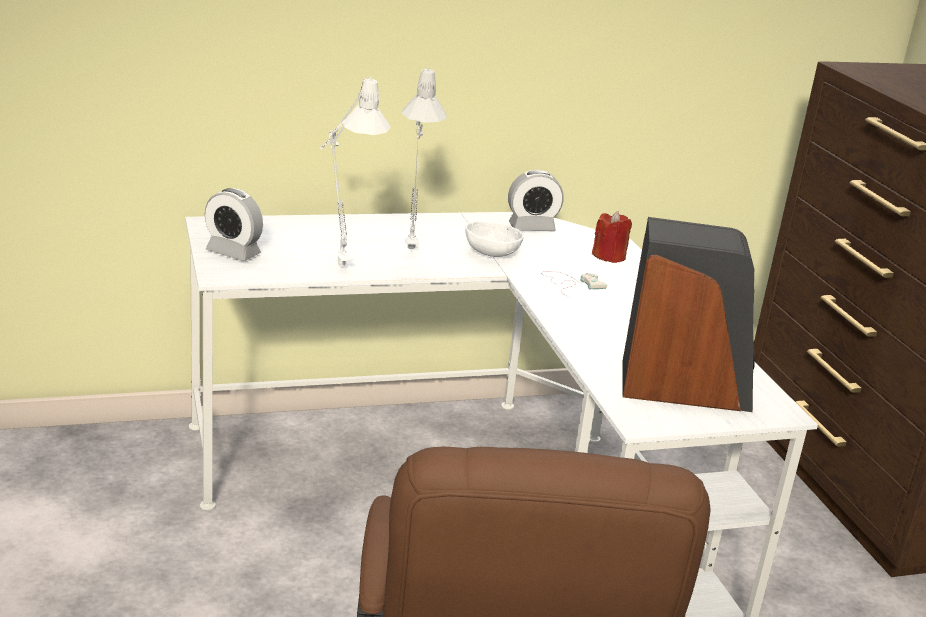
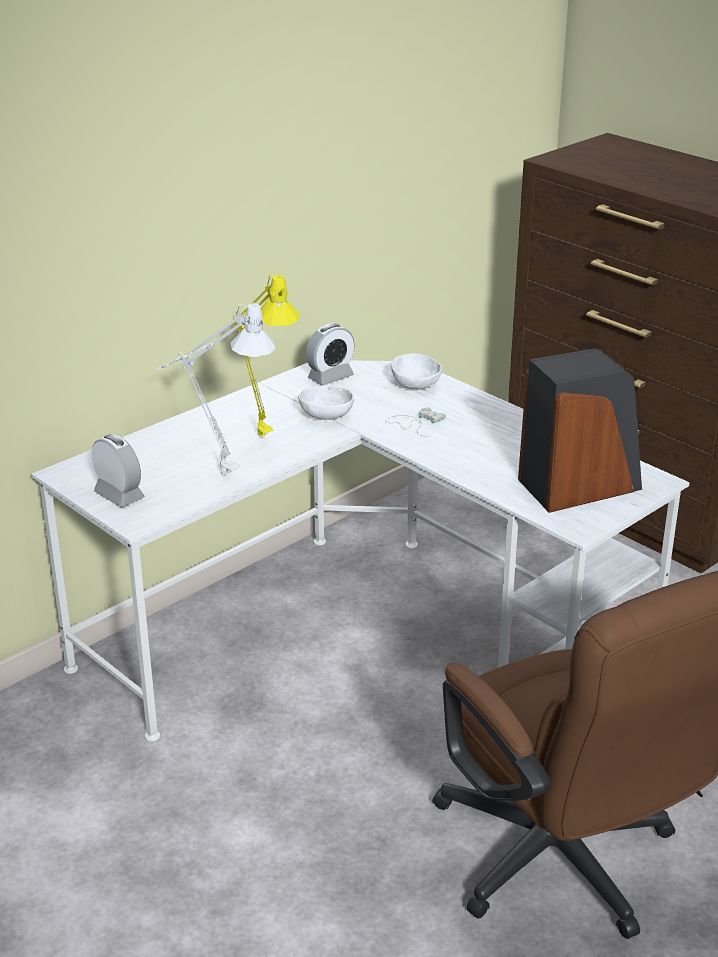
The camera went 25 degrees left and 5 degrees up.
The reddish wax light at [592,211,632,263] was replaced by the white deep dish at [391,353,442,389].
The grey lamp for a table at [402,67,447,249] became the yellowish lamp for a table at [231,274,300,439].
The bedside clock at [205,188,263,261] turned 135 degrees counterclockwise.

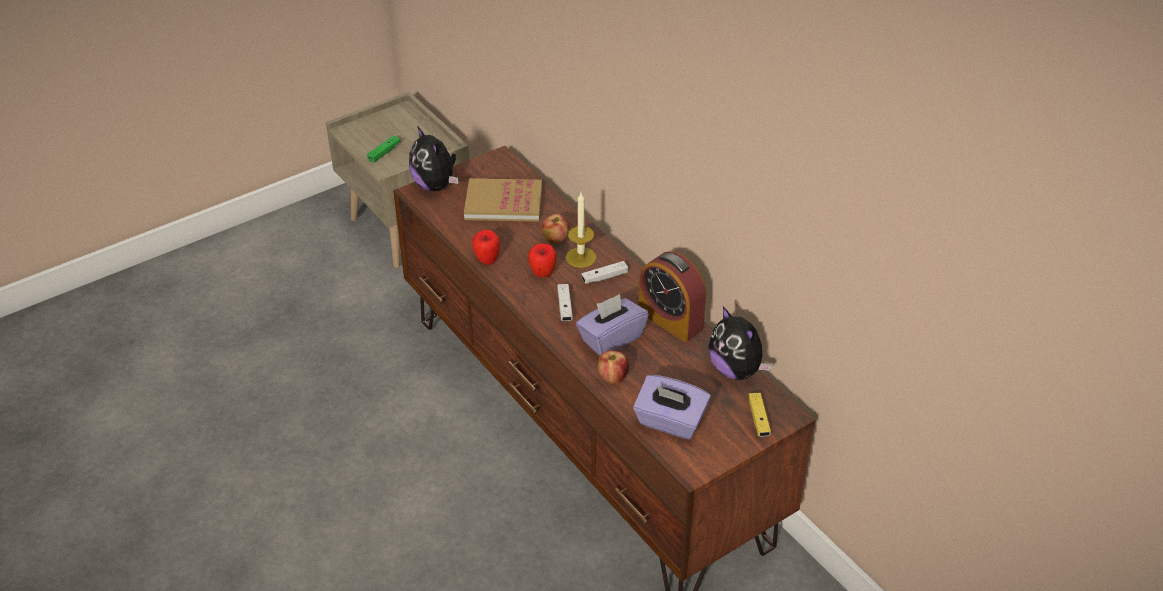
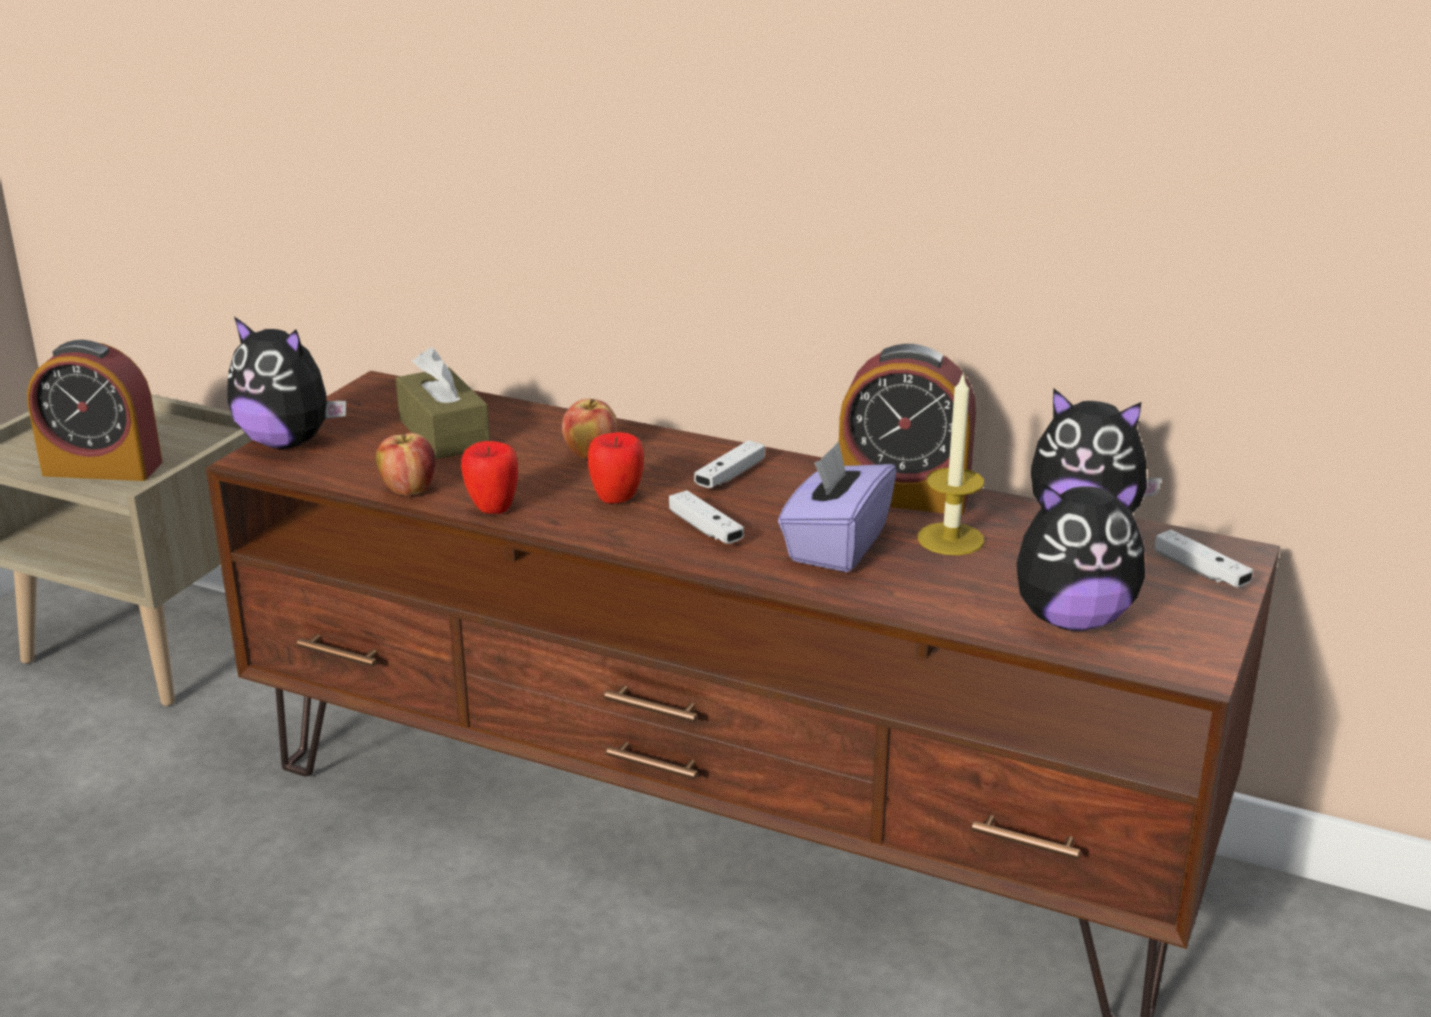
The camera went 30 degrees left and 15 degrees down.
The wax light moved from [566,193,596,268] to [918,372,984,555].
The apple moved from [597,350,629,384] to [376,433,435,496].
The greenish gamepad at [367,136,400,163] was replaced by the bedside clock at [27,340,163,481].
The bound book at [464,178,542,222] was replaced by the brown-coloured box of tissues at [396,347,490,459].
The purple box of tissues at [633,375,711,439] was replaced by the plush toy at [1016,479,1145,631].
The yellowish gamepad at [748,393,771,437] became the white gamepad at [1155,529,1253,588].

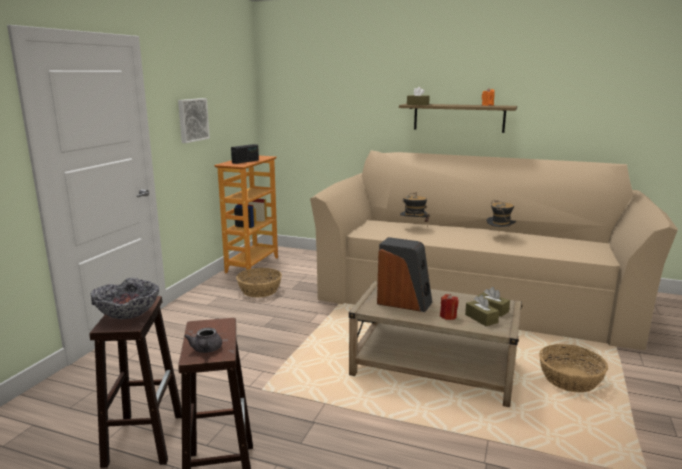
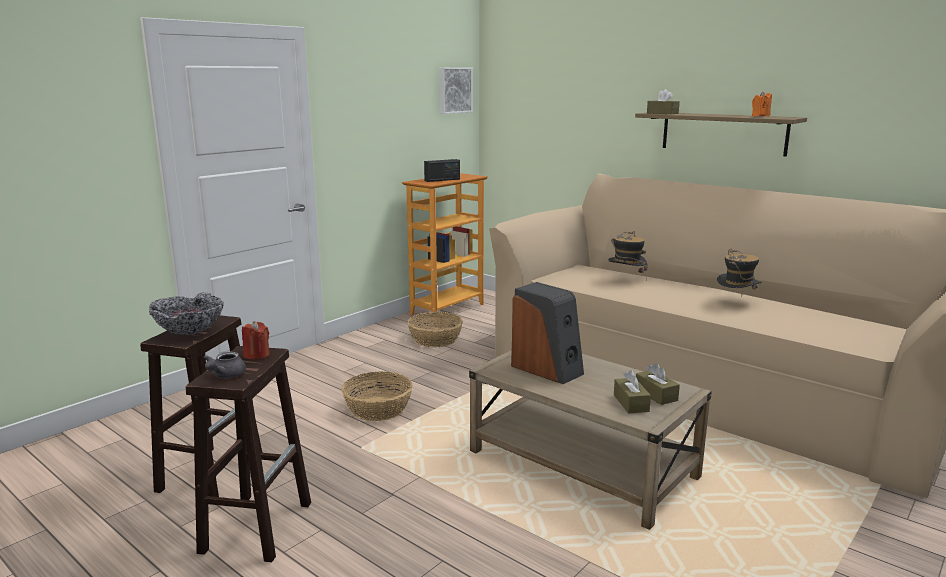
The camera went 20 degrees right and 0 degrees up.
The wall picture moved from [178,98,210,143] to [439,67,473,114].
The reddish wax light moved from [440,294,459,320] to [242,321,270,359].
The basket moved from [539,344,608,393] to [341,372,413,421].

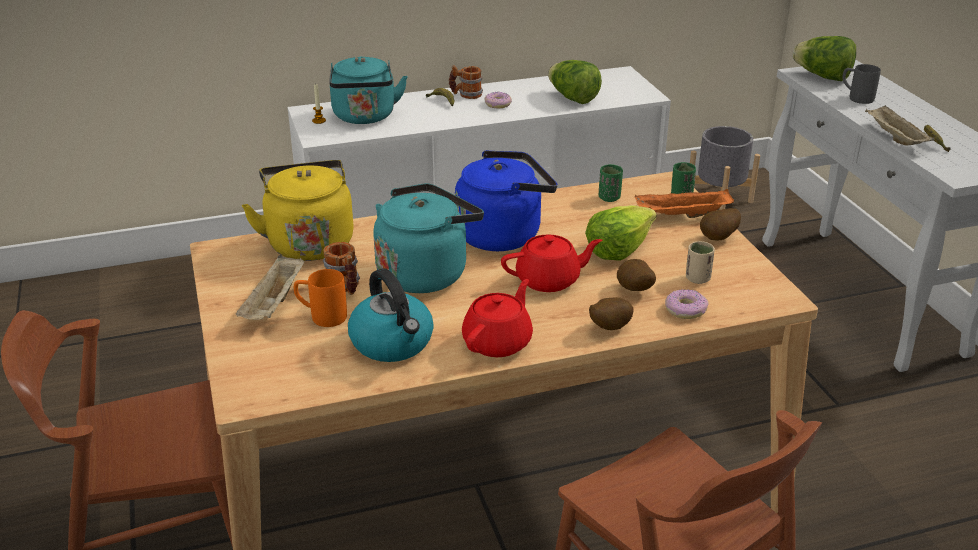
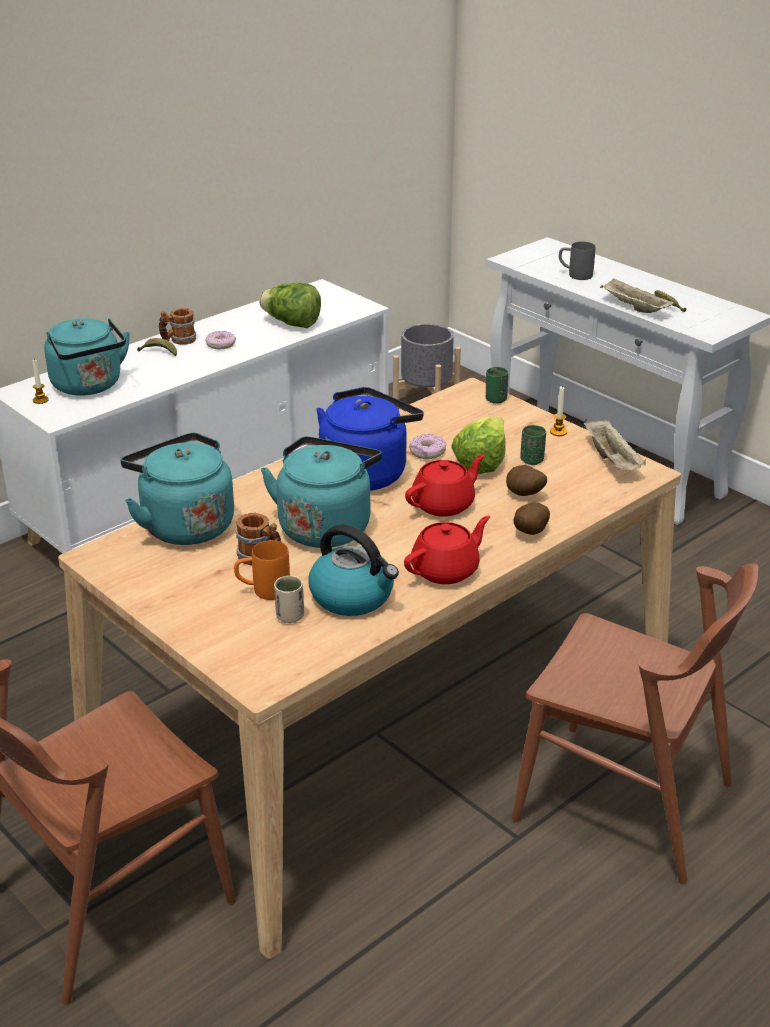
The camera went 25 degrees left and 0 degrees up.
The orange-coloured tray at [635,189,734,218] disappeared.
The lettuce at [792,36,856,81] disappeared.
The beige-coloured tray moved from [236,255,304,320] to [584,419,646,471].
The greenish small cup moved from [598,164,623,202] to [520,425,546,465].
The doughnut moved from [665,289,709,319] to [409,434,446,459].
The beige-coloured small cup moved from [686,241,715,284] to [274,576,304,623].
The spud at [700,208,741,241] was replaced by the wax light at [550,386,567,436].
The yellowish tea kettle at [242,160,354,261] became the blue-green tea kettle at [120,433,234,545].
The reddish teapot at [462,279,533,357] turned 45 degrees clockwise.

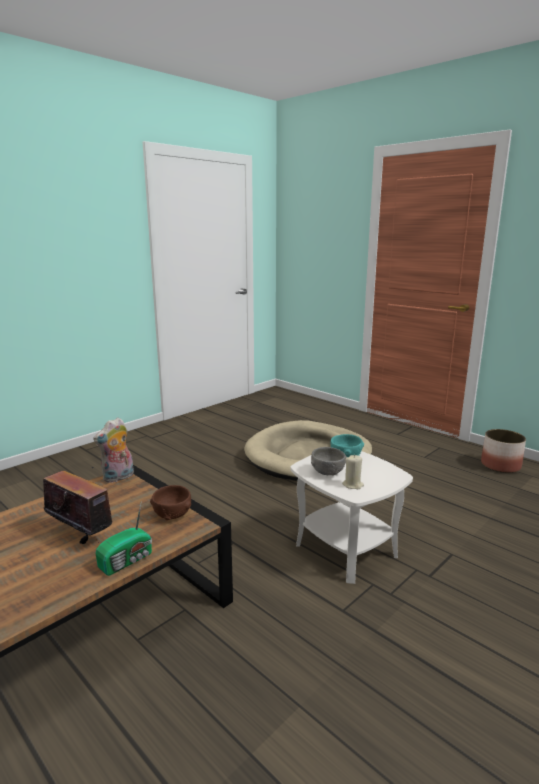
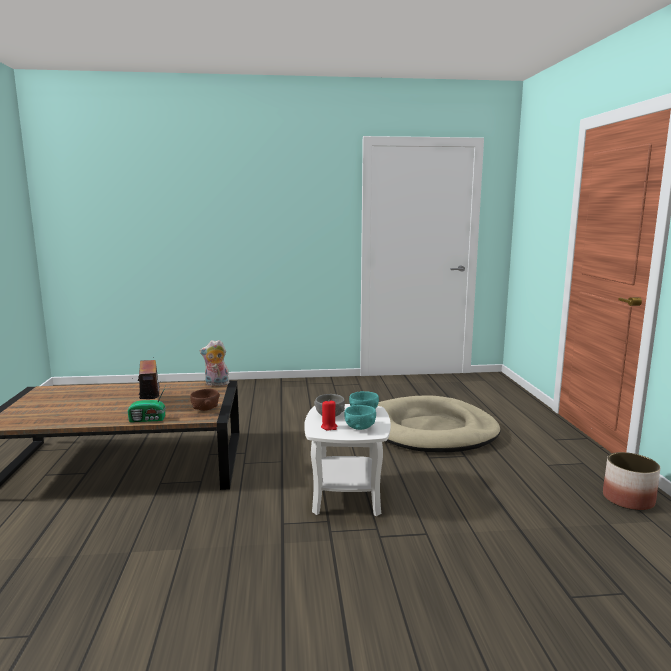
The camera went 40 degrees right and 5 degrees down.
The blue-green deep dish at [344,405,376,430] appeared.
The beige-coloured wax light at [342,455,364,489] became the reddish wax light at [321,401,337,431].

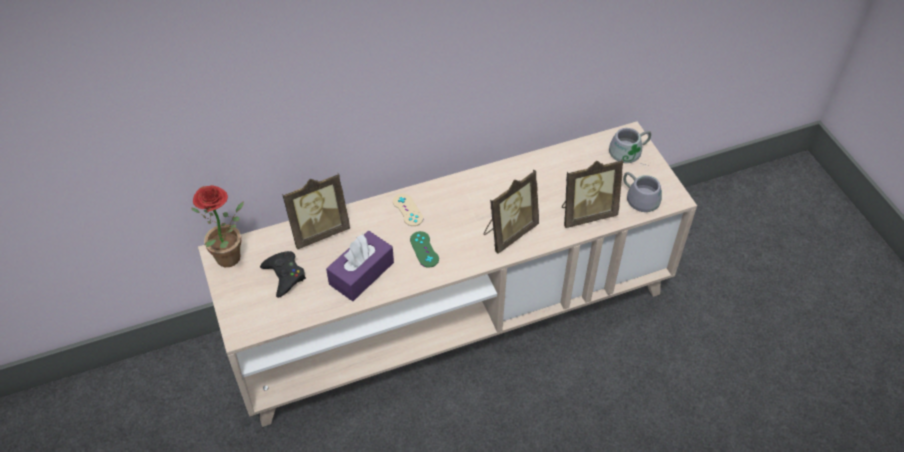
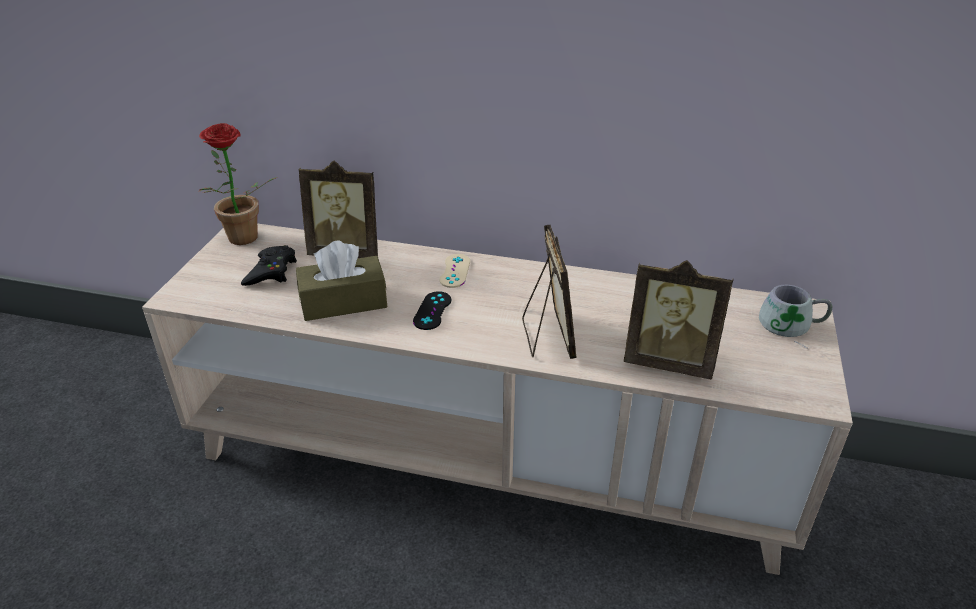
The camera went 35 degrees right and 15 degrees down.
The grey mug at [623,172,662,212] disappeared.
The purple box of tissues at [326,231,394,301] became the brown-coloured box of tissues at [296,240,387,321].
The greenish gamepad at [410,231,439,268] became the black gamepad at [413,291,451,330].
The photo frame at [484,170,539,254] turned 90 degrees counterclockwise.

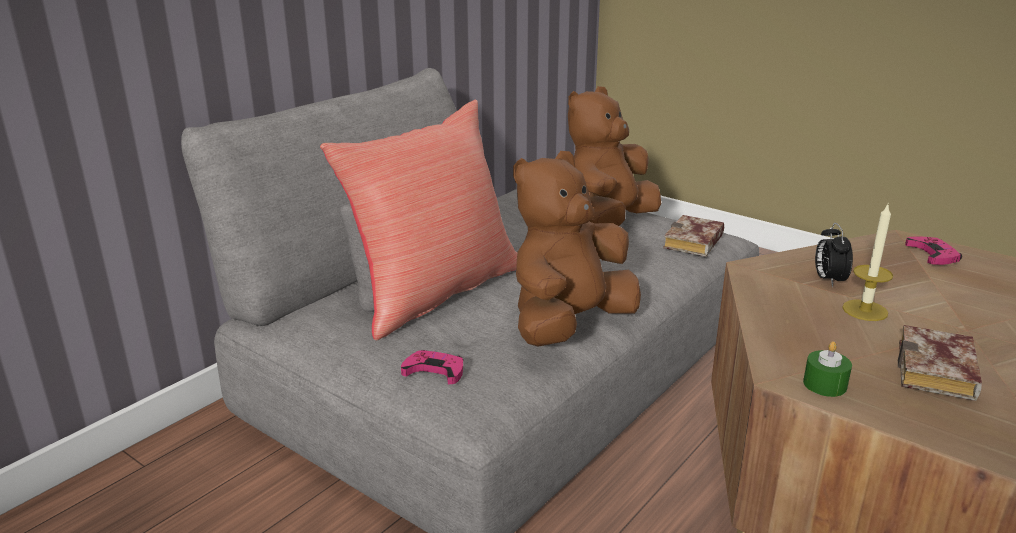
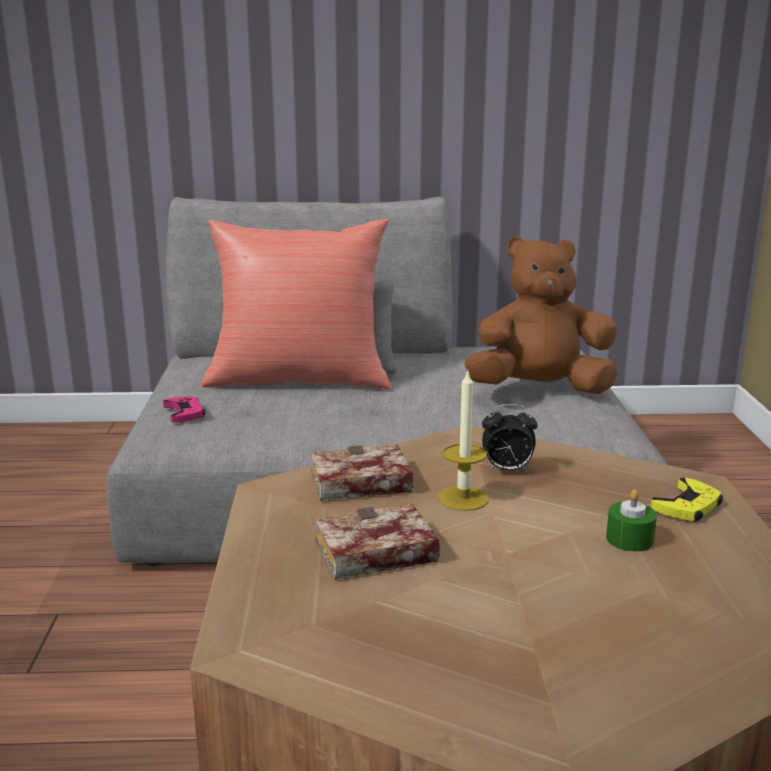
The camera went 50 degrees right and 5 degrees down.
The brown-coloured plush toy at [513,151,641,347] disappeared.
The bound book moved from [663,215,724,257] to [311,445,414,501].
The greenish wax light moved from [803,341,852,397] to [606,489,657,552].
The pinkish gamepad at [905,236,962,265] became the yellowish gamepad at [651,478,723,522].
The bedside clock at [815,223,853,287] turned 135 degrees counterclockwise.

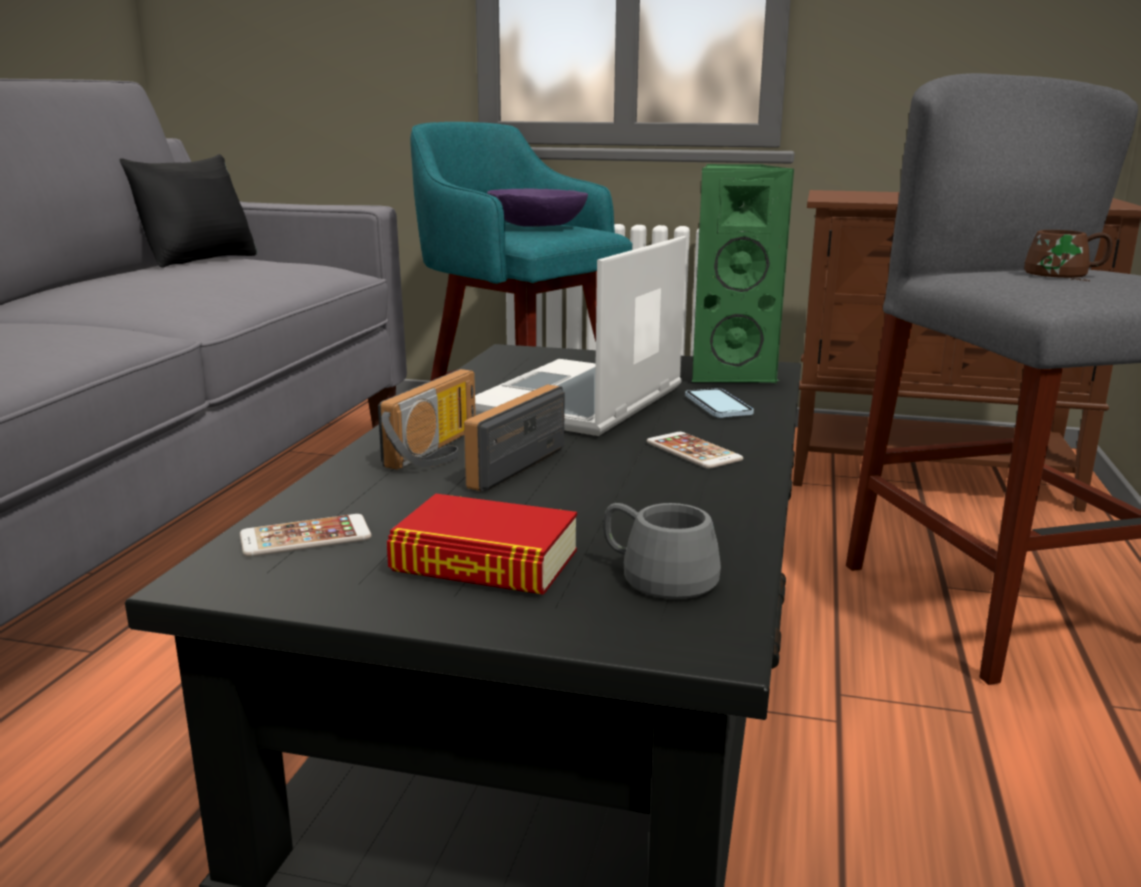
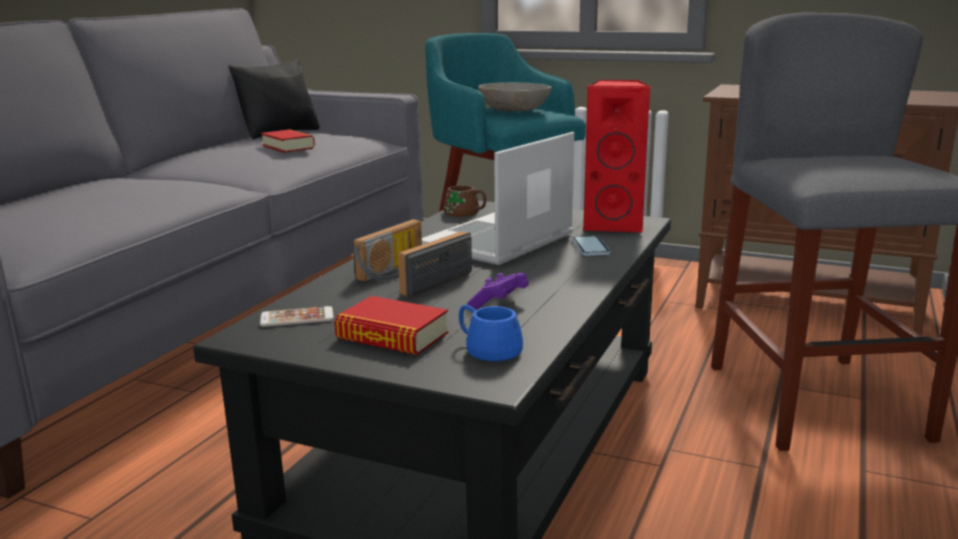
The camera went 10 degrees right and 0 degrees up.
The telephone at [647,432,743,469] disappeared.
The bound book at [261,129,315,153] appeared.
The purple gamepad at [467,273,529,309] appeared.
The brown-coloured mug moved from [1024,230,1113,282] to [444,185,486,220].
The purple deep dish at [487,189,588,227] became the grey deep dish at [478,82,552,111].
The grey mug at [603,503,721,599] became the bluish mug at [459,305,523,361].
The greenish loudspeaker at [692,164,794,383] became the reddish loudspeaker at [583,80,650,233].

